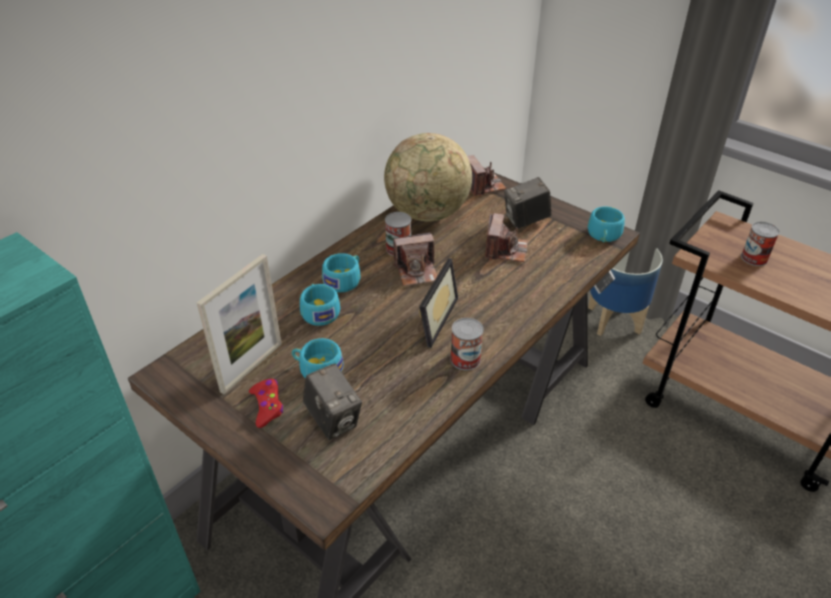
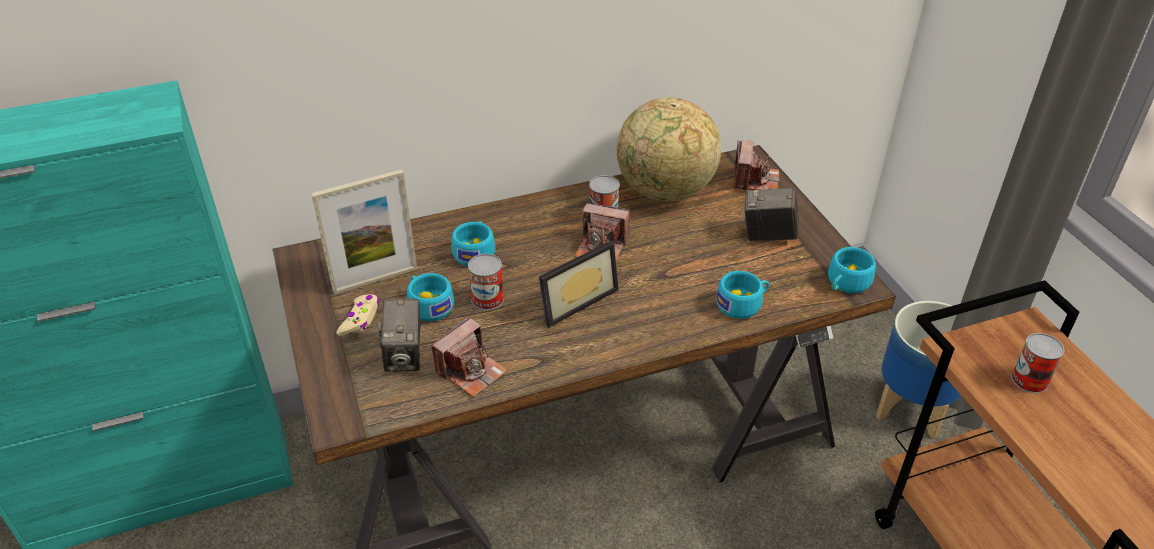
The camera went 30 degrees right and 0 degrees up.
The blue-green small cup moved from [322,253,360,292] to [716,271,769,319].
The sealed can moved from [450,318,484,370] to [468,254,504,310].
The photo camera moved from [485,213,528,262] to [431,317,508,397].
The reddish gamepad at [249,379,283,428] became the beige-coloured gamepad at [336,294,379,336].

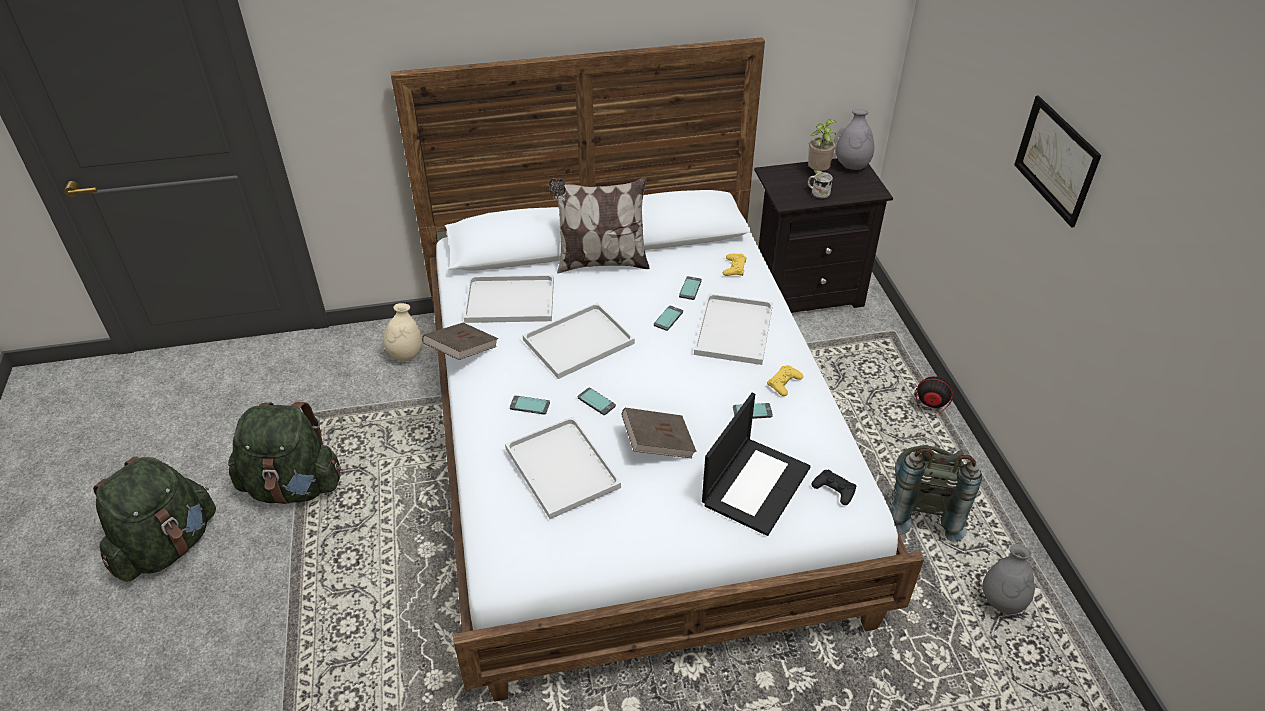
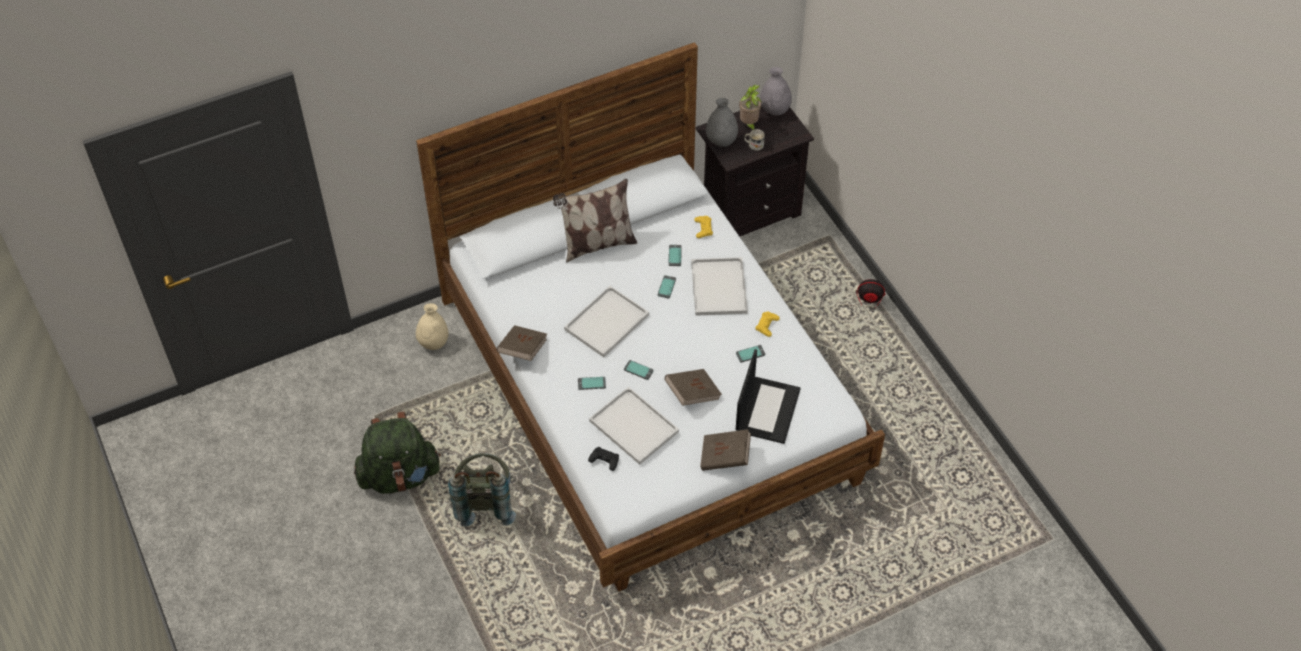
The camera went 15 degrees left and 10 degrees up.
The greenish rucksack at [93,456,216,582] disappeared.
The white tray at [464,275,554,323] disappeared.
The wall picture at [1014,95,1101,228] disappeared.
The brown-coloured bound book at [700,429,751,471] appeared.
The black gamepad moved from [812,470,856,505] to [588,447,619,471].
The grey rucksack moved from [889,445,982,541] to [448,453,516,527].
The grey vase moved from [982,544,1035,614] to [706,98,738,147].

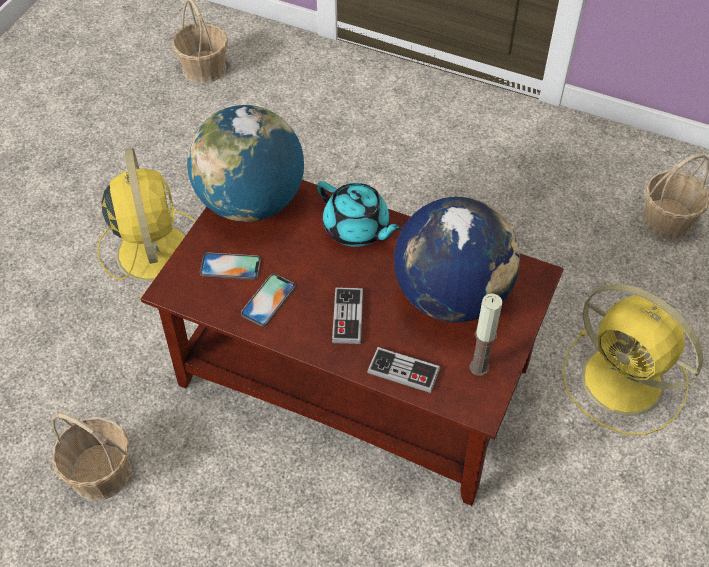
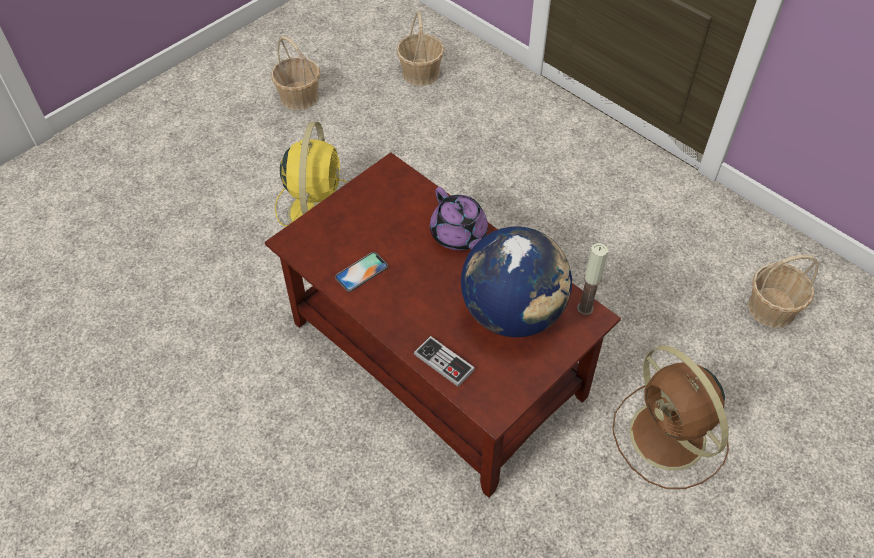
The camera went 20 degrees right and 0 degrees up.
The world globe at [187,105,304,222] disappeared.
The telephone at [200,252,261,280] disappeared.
The gamepad at [332,287,363,344] disappeared.
The basket moved from [51,412,131,501] to [271,36,320,111].
The wax light moved from [470,293,502,376] to [577,243,608,315].
The blue-green teapot at [317,181,402,247] became the purple teapot at [430,187,488,250].
The yellowish electric fan at [562,284,703,435] became the brown-coloured electric fan at [612,345,729,489].

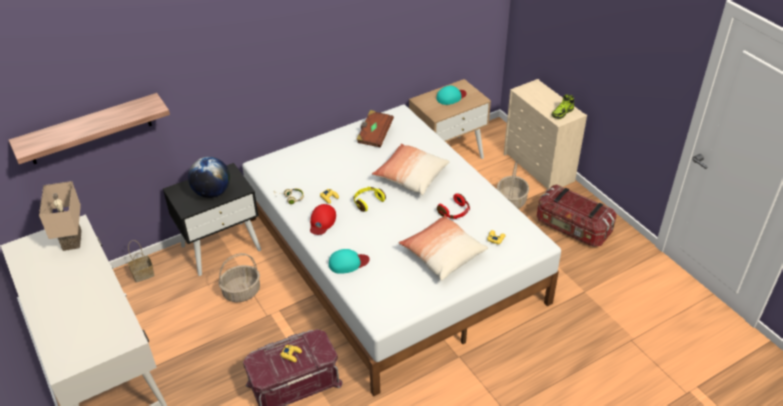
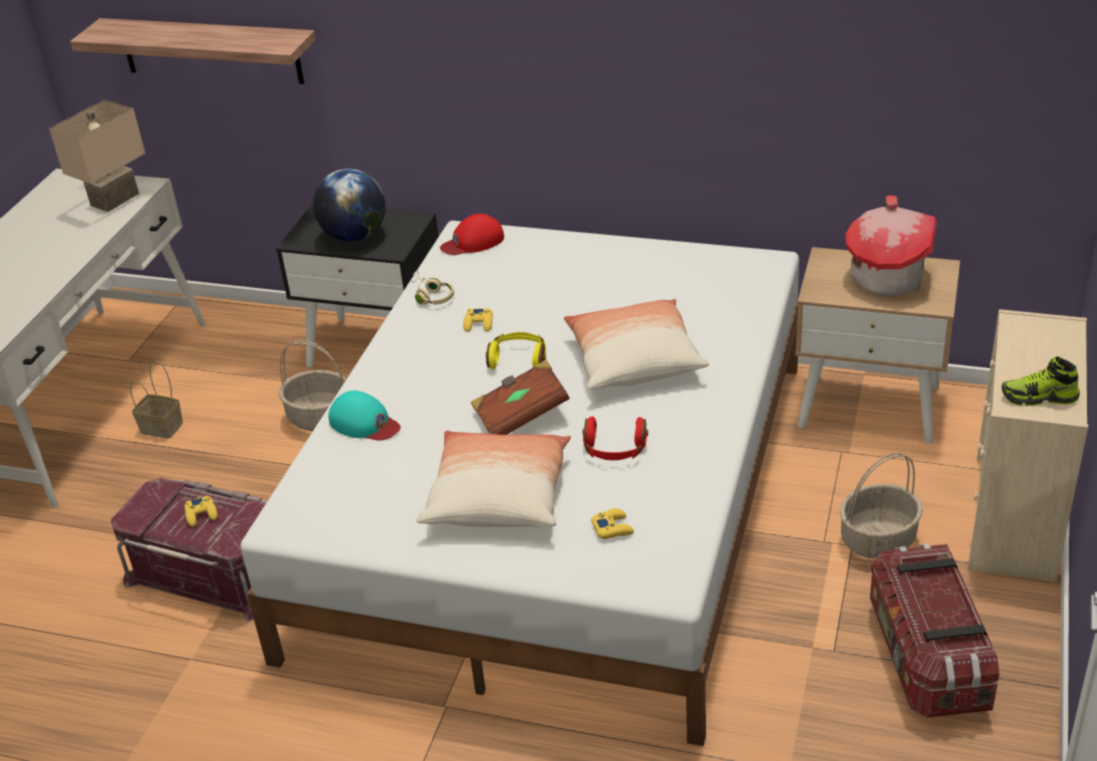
The camera went 50 degrees right and 5 degrees down.
The basket moved from [128,240,155,283] to [130,360,183,438].
The reddish cap moved from [310,204,336,235] to [440,214,504,255].
The brown-coloured bound book moved from [356,110,394,147] to [471,360,570,435].
The blue-green cap at [437,85,467,105] was replaced by the model house at [845,195,937,296].

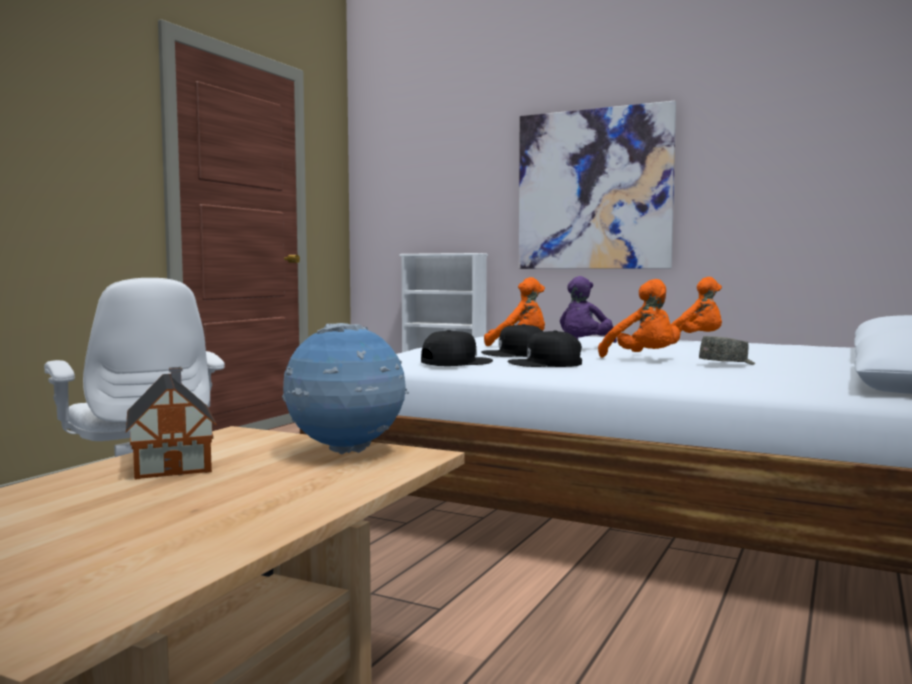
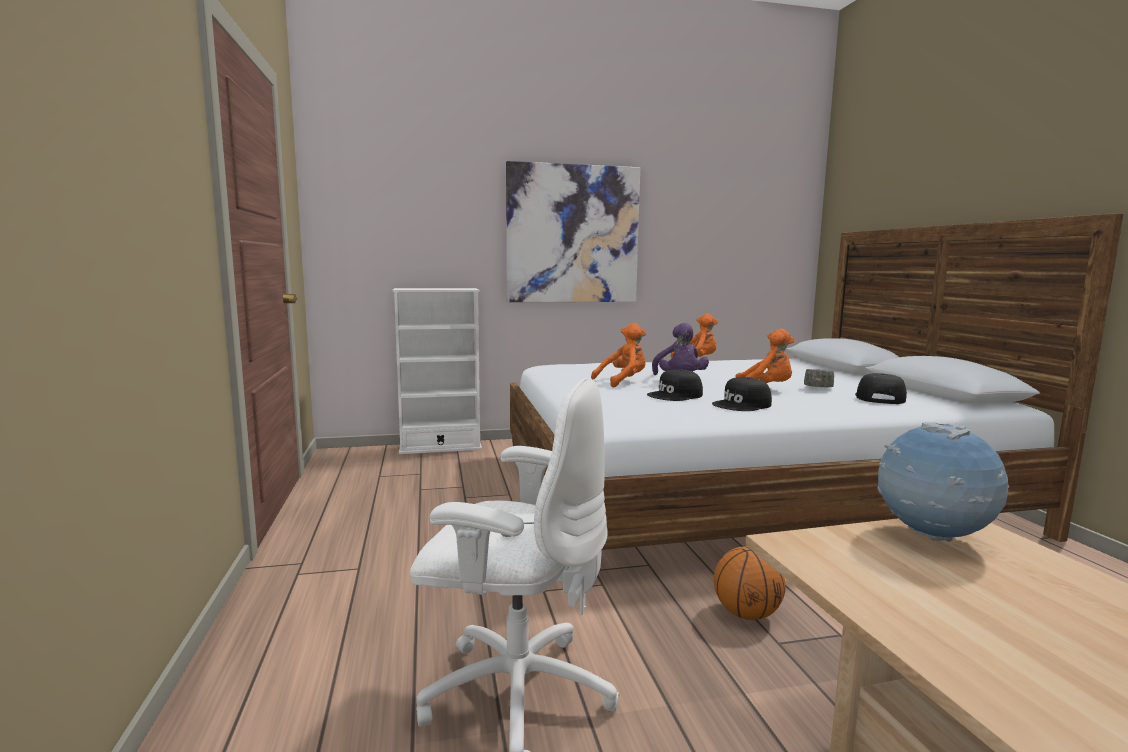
The camera went 40 degrees left and 5 degrees up.
The model house at [126,367,217,480] disappeared.
The basketball ball at [714,546,786,620] appeared.
The black cap moved from [421,330,493,366] to [855,373,907,404].

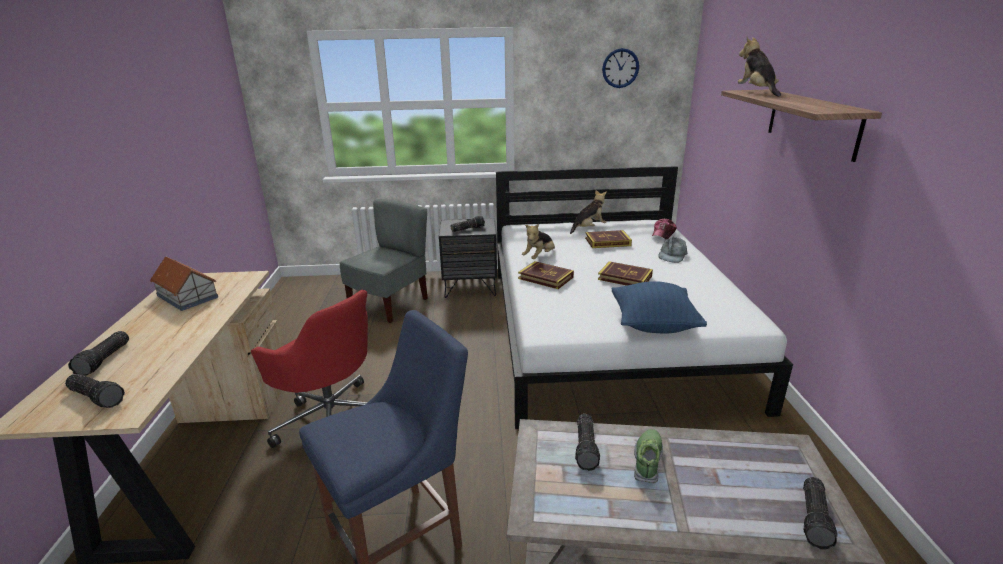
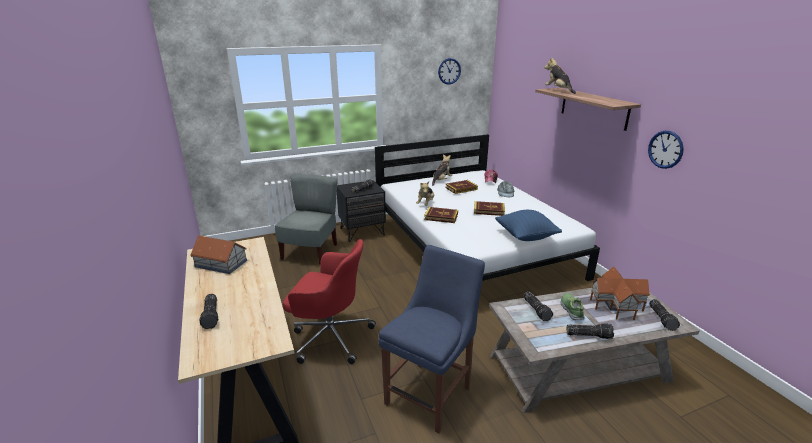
The camera went 20 degrees left and 0 degrees up.
The model house at [590,266,650,320] appeared.
The clock on the wall at [648,131,684,169] appeared.
The torch moved from [65,374,125,408] to [567,323,614,339].

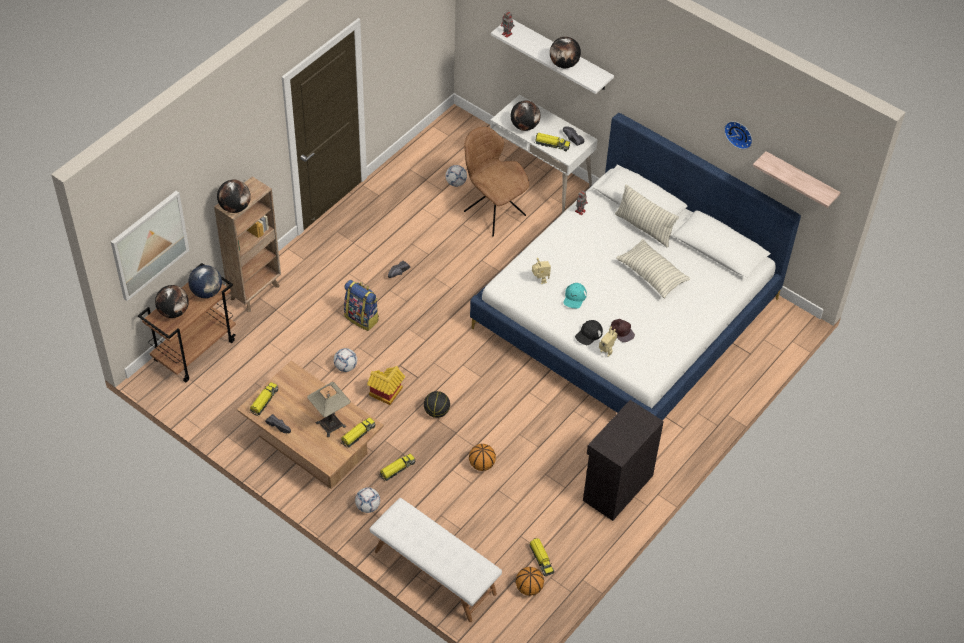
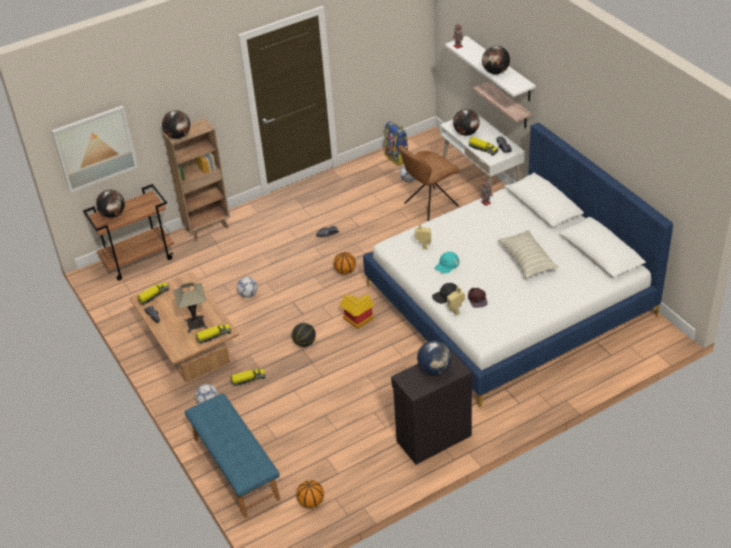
The camera went 25 degrees right and 10 degrees down.
The model truck at [529,538,554,576] disappeared.
The cushion at [615,184,679,247] disappeared.
The clock on the wall at [724,121,752,149] disappeared.
The world globe moved from [188,265,222,298] to [417,340,452,375].
The rucksack moved from [344,280,379,331] to [384,121,408,166].
The model house moved from [367,366,405,405] to [340,294,375,329].
The basketball ball moved from [469,444,496,471] to [334,252,356,274].
The bracket shelf moved from [753,151,841,208] to [473,82,532,128].
The white long seat at [369,498,502,622] became the bluish long seat at [184,393,280,518].
The brown-coloured plain chair at [464,127,530,237] turned 105 degrees counterclockwise.

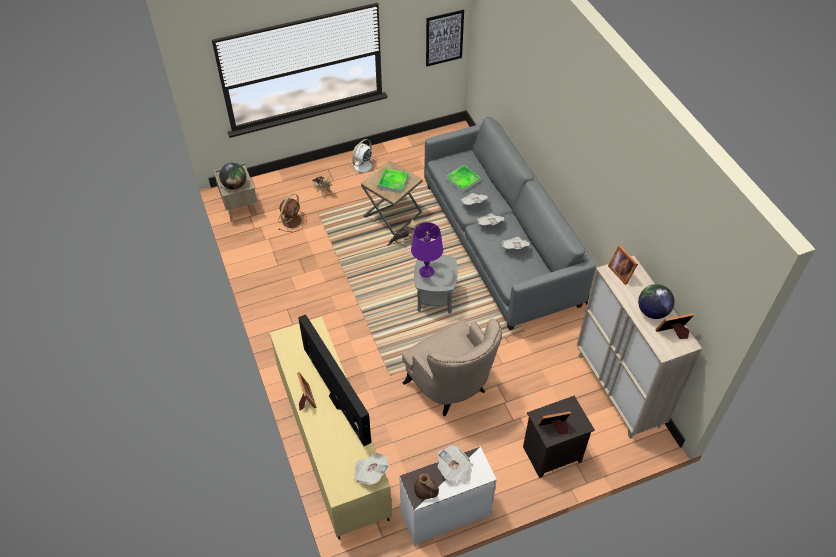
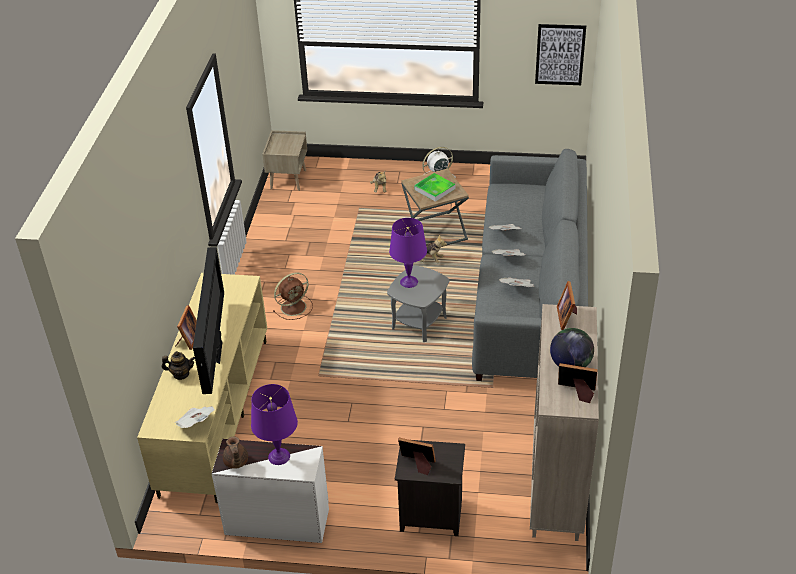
The camera went 30 degrees right and 10 degrees down.
The world globe at [219,163,246,189] disappeared.
The beige-coloured armchair at [402,319,502,416] disappeared.
The tray at [446,165,481,193] disappeared.
The teapot at [162,351,195,380] appeared.
The brown-coloured electric fan moved from [278,194,307,232] to [273,272,313,320].
The daily paper at [438,445,473,485] was replaced by the purple lamp for a table at [251,384,298,465].

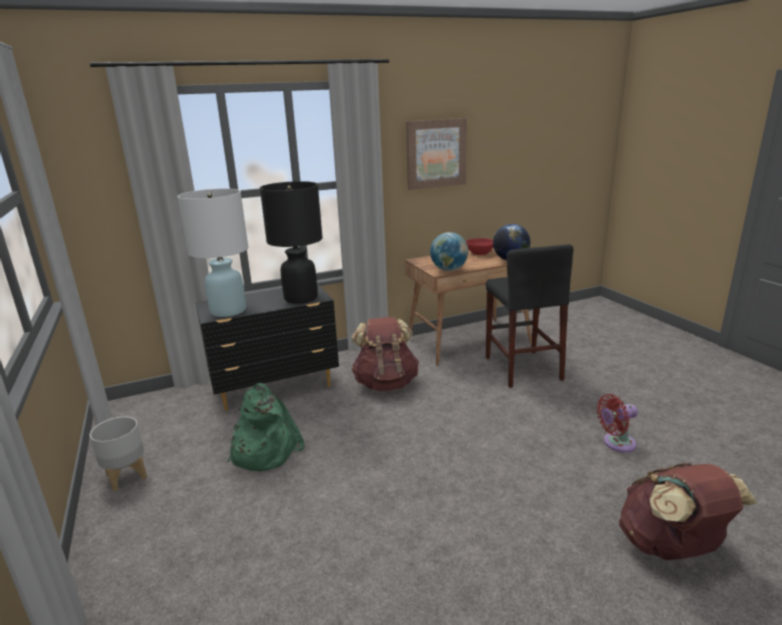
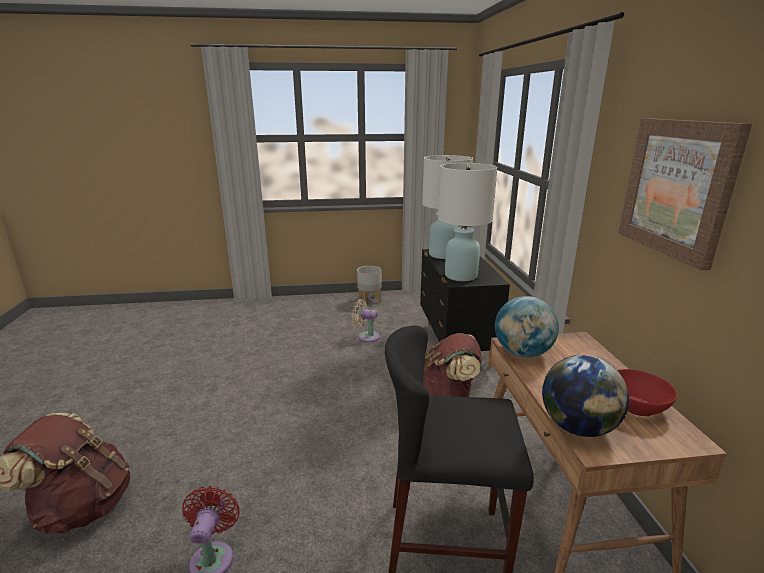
The camera went 105 degrees right and 0 degrees up.
The greenish rucksack at [227,383,305,471] was replaced by the beige-coloured electric fan at [352,299,380,342].
The black lamp for a table at [260,181,323,304] became the white lamp for a table at [438,163,497,281].

